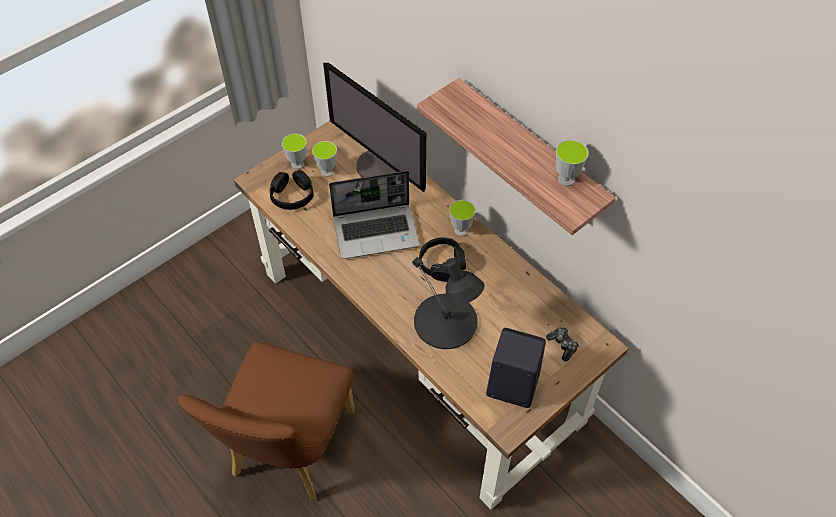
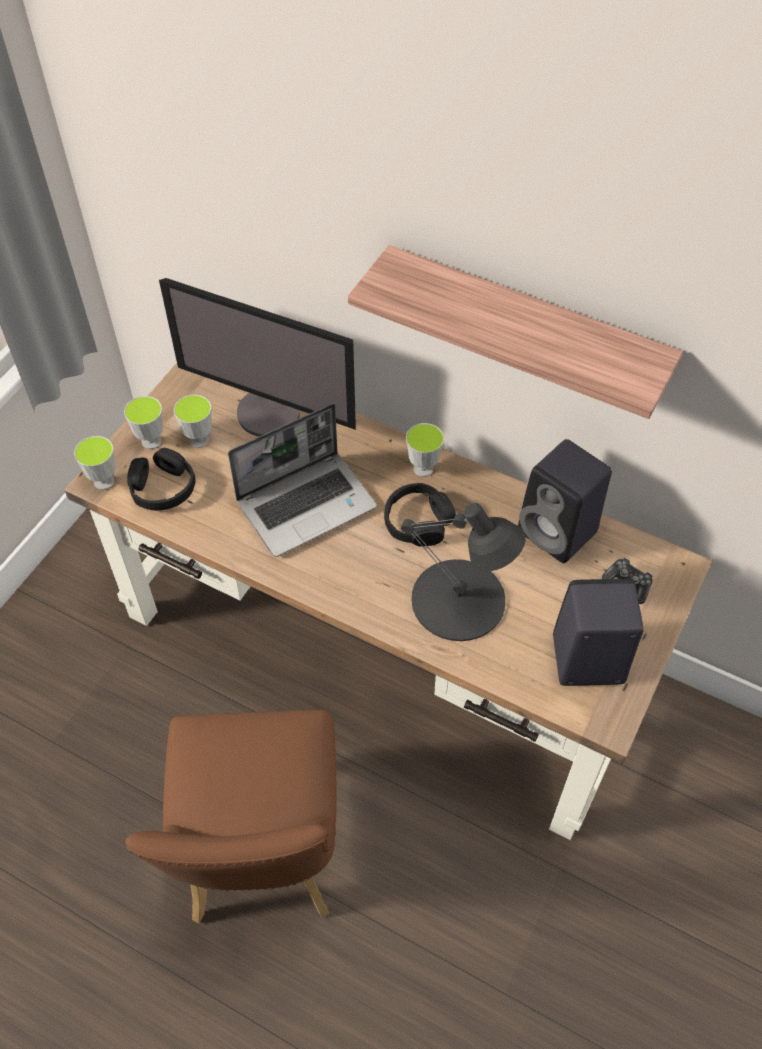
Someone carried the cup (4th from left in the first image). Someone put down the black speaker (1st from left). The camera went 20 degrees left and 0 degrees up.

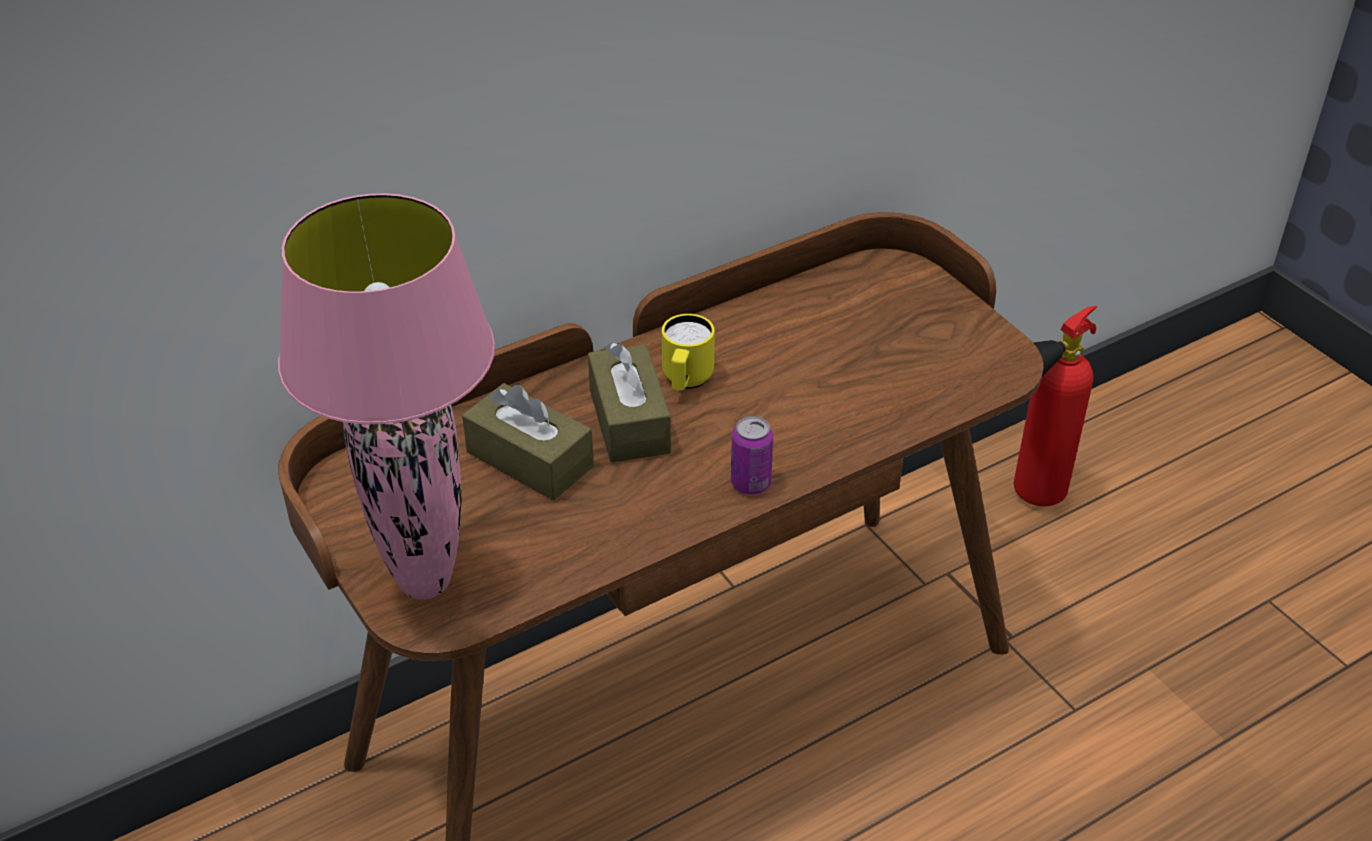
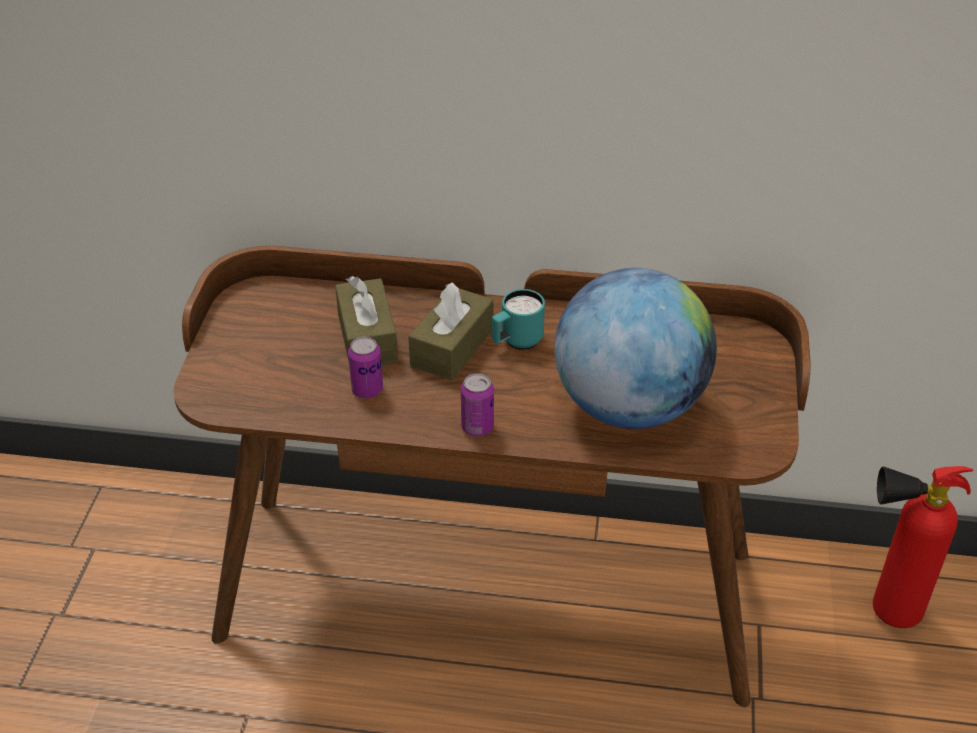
Someone put down the can (1st from left). Someone repainted the yellow mug, which became the turquoise mug. Someone put down the globe. Someone took away the pink table lamp. The camera went 40 degrees right and 0 degrees up.

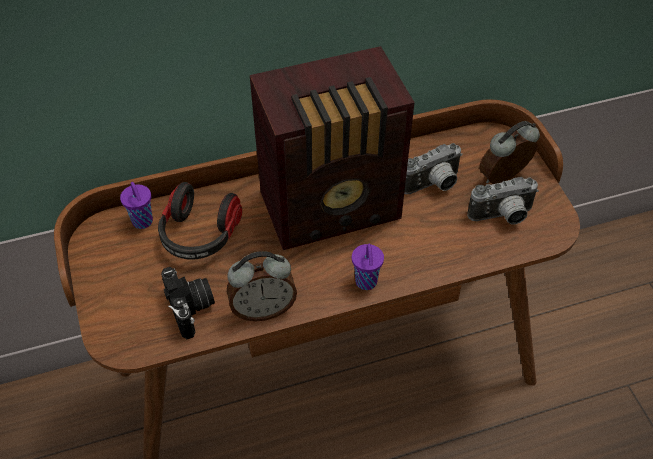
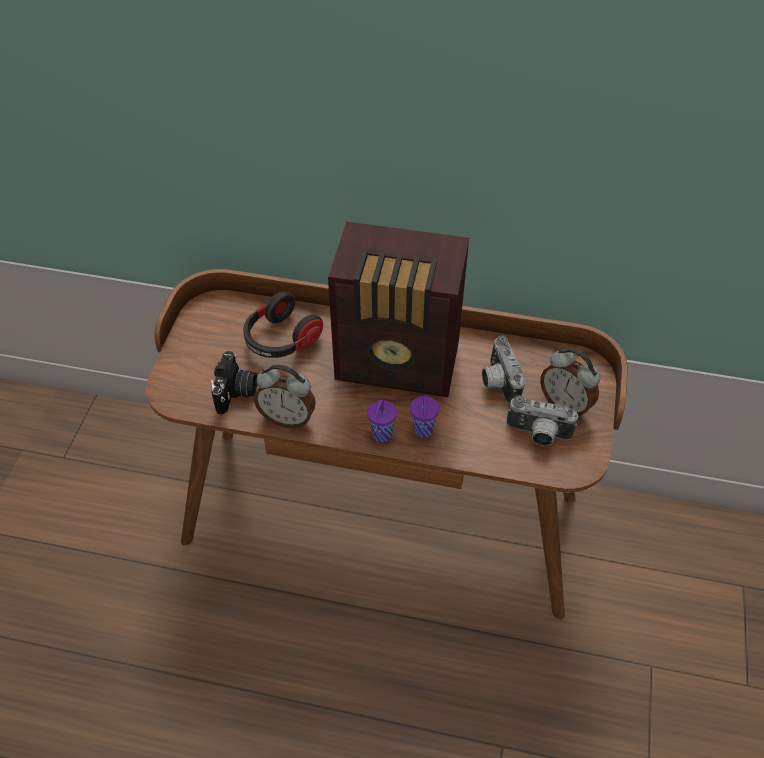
Someone carried the purple cup (1st from left in the first image). Someone rotated the photo camera (2nd from left) by 75 degrees clockwise. Someone rotated the alarm clock (2nd from left) by 135 degrees counterclockwise. The camera went 30 degrees right and 0 degrees up.

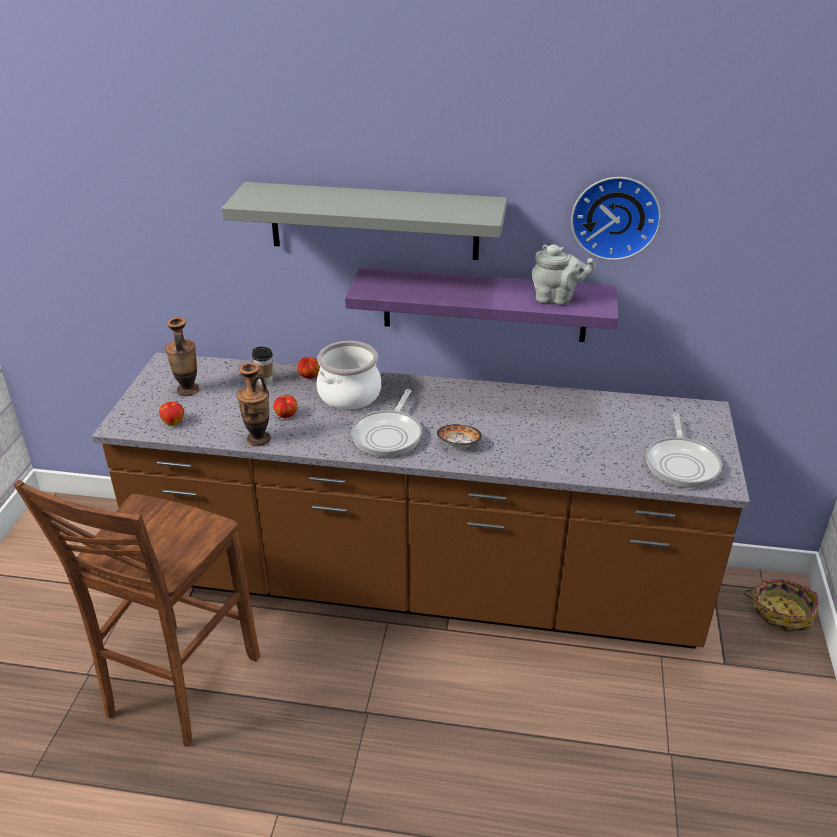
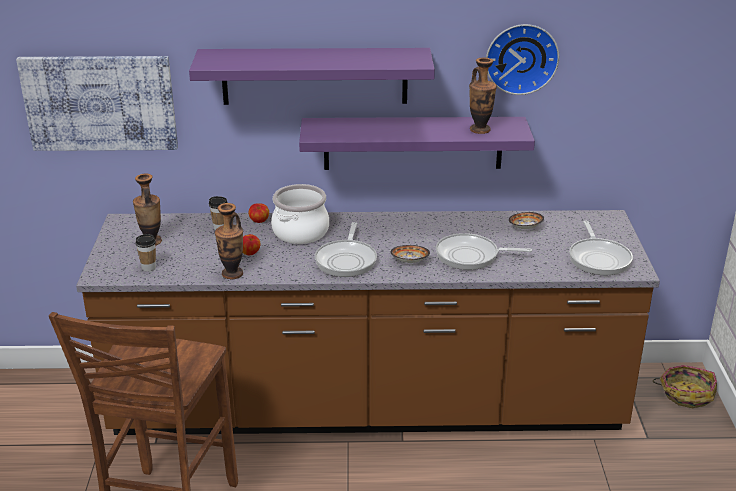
Someone put up the picture. Someone swapped the apple (1st from left) for the cup (1st from left). Someone repainted the grey shelf, which became the purple shelf (1st from left). Someone put down the frying pan (2nd from left). Someone swapped the grey teapot for the vase (3rd from left). Someone put down the bowl (2nd from left). The camera went 10 degrees left and 5 degrees down.

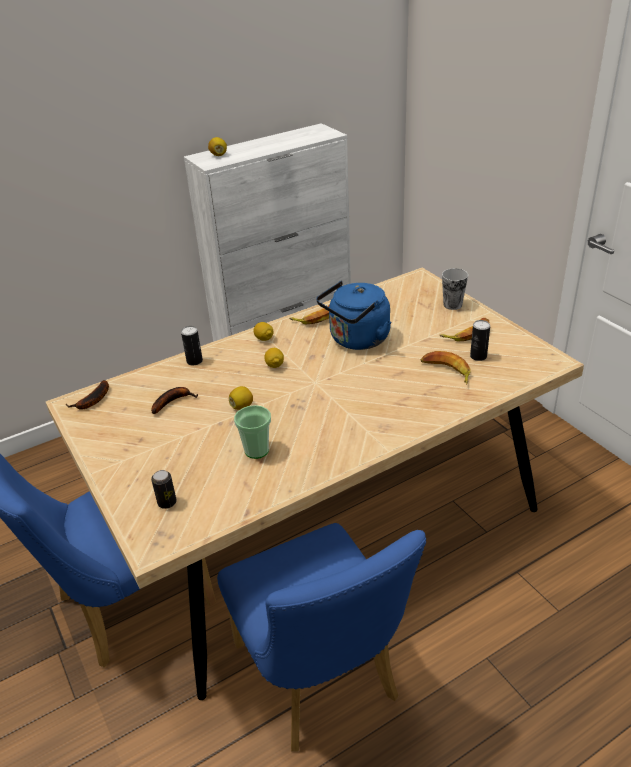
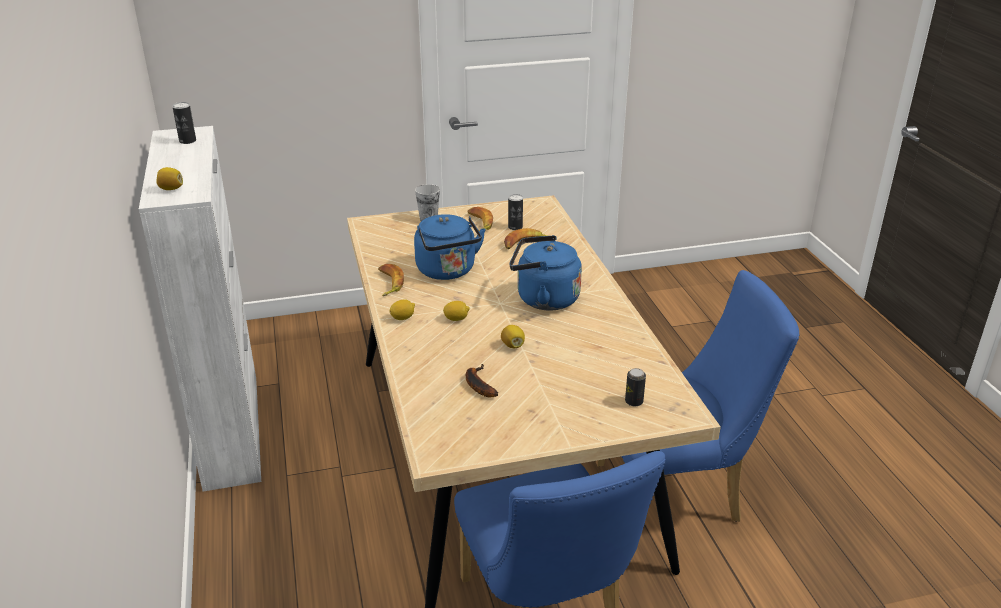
Someone carried the can (2nd from left in the first image). Someone put down the blue kettle (2nd from left). Someone took away the banana (1st from left). Someone took away the cup (1st from left). The camera went 75 degrees left and 5 degrees down.

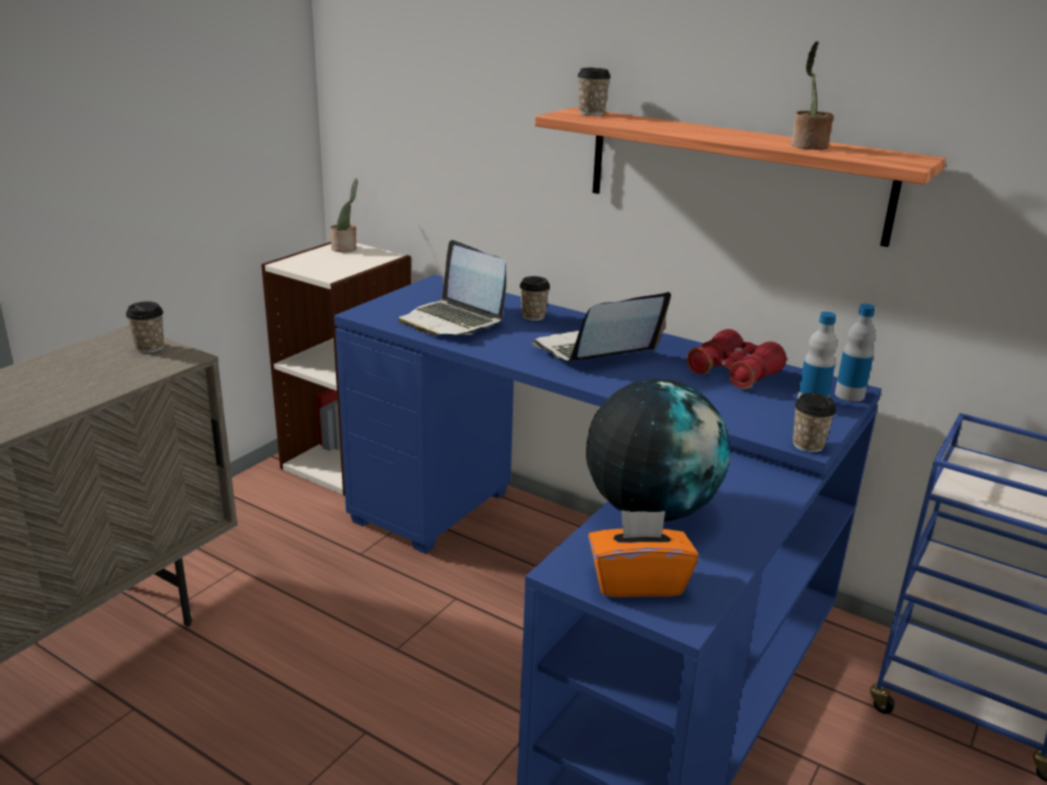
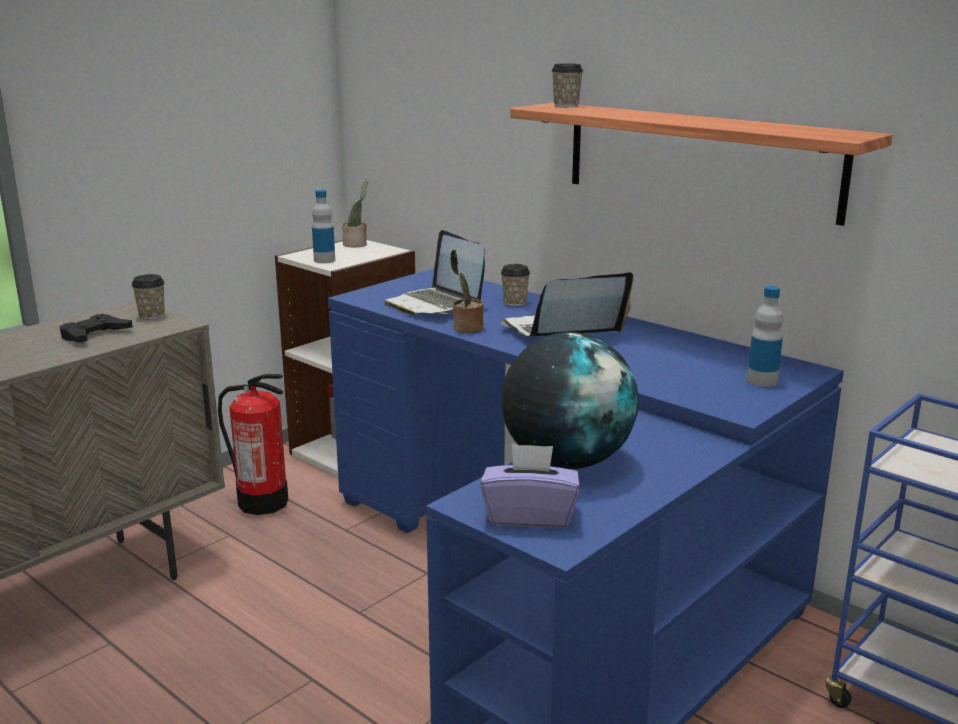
Someone put down the black game controller. Someone put down the fire extinguisher. Someone carried the bottle (2nd from left in the first image). Someone carried the potted plant (2nd from left). Someone repainted the orange tissue box, which became the purple tissue box. Someone took away the red binoculars. Someone took away the cup (4th from left). The camera went 10 degrees right and 5 degrees down.

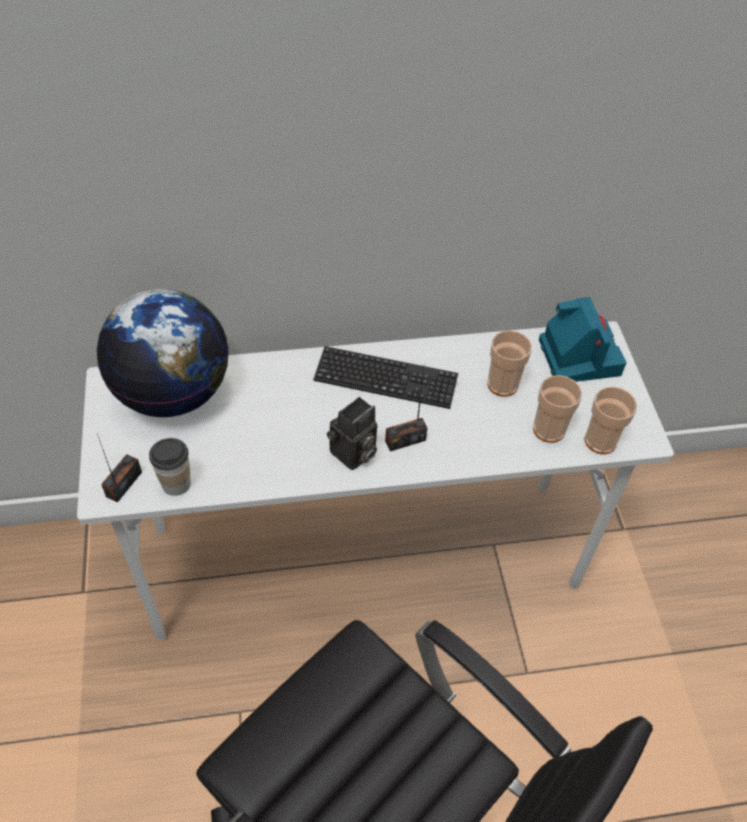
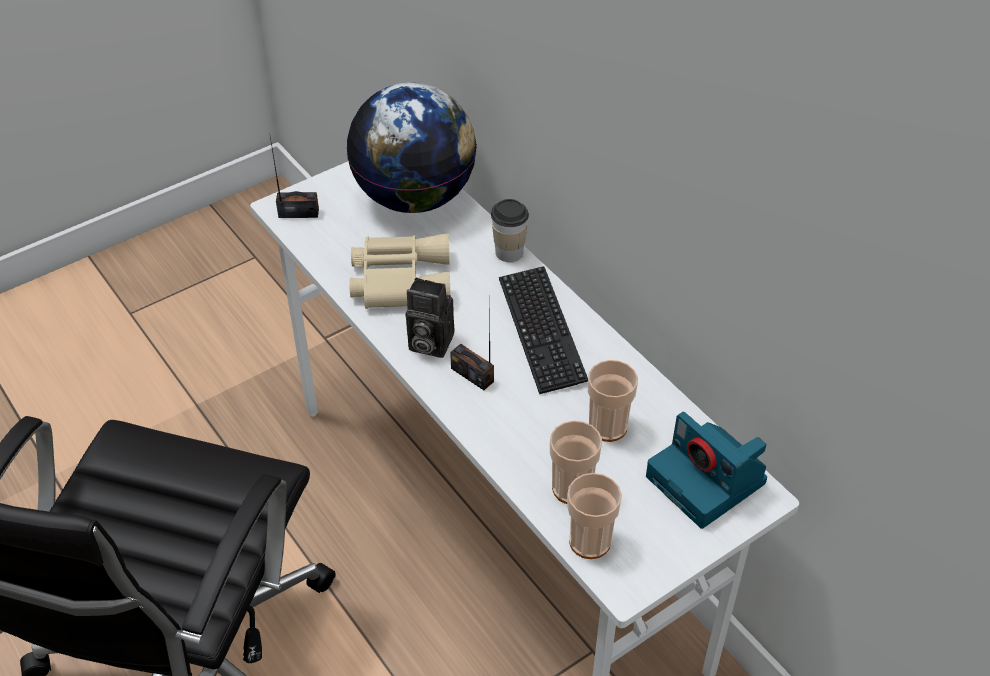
Someone put down the beige binoculars. Someone carried the cup (1st from left). Someone rotated the photo camera (2nd from left) by 90 degrees clockwise. The camera went 65 degrees right and 5 degrees down.

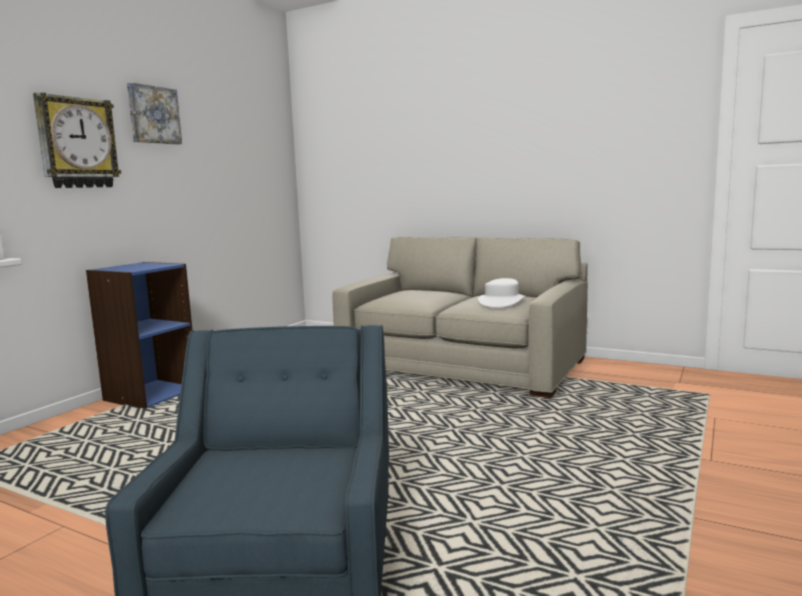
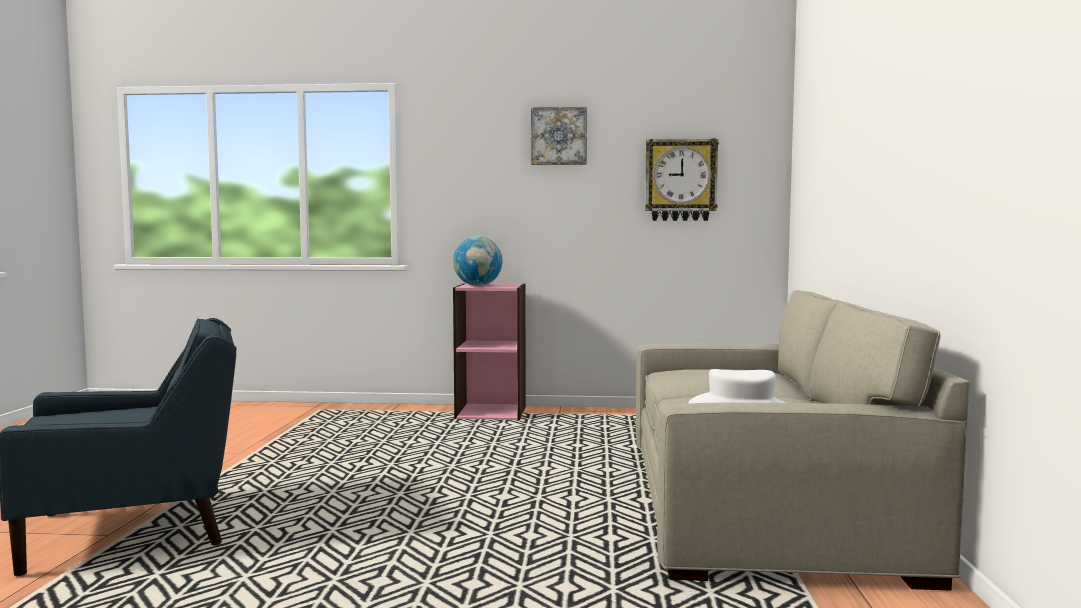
Someone put down the globe. Someone repainted the blue bookcase, which became the pink bookcase. Someone carried the wall clock. The camera went 65 degrees right and 5 degrees down.

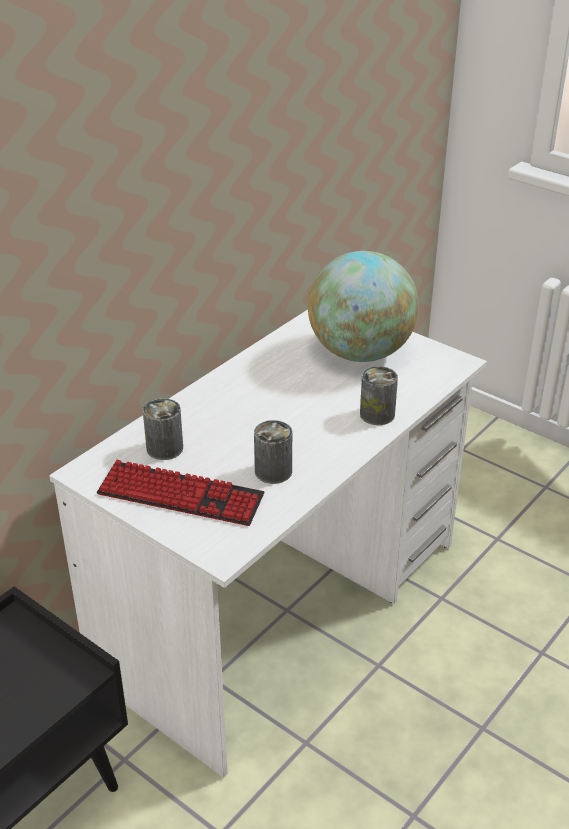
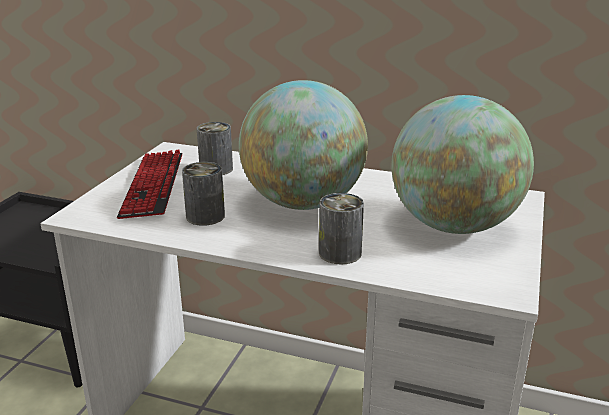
Someone put down the globe (1st from left). The camera went 70 degrees right and 10 degrees down.

